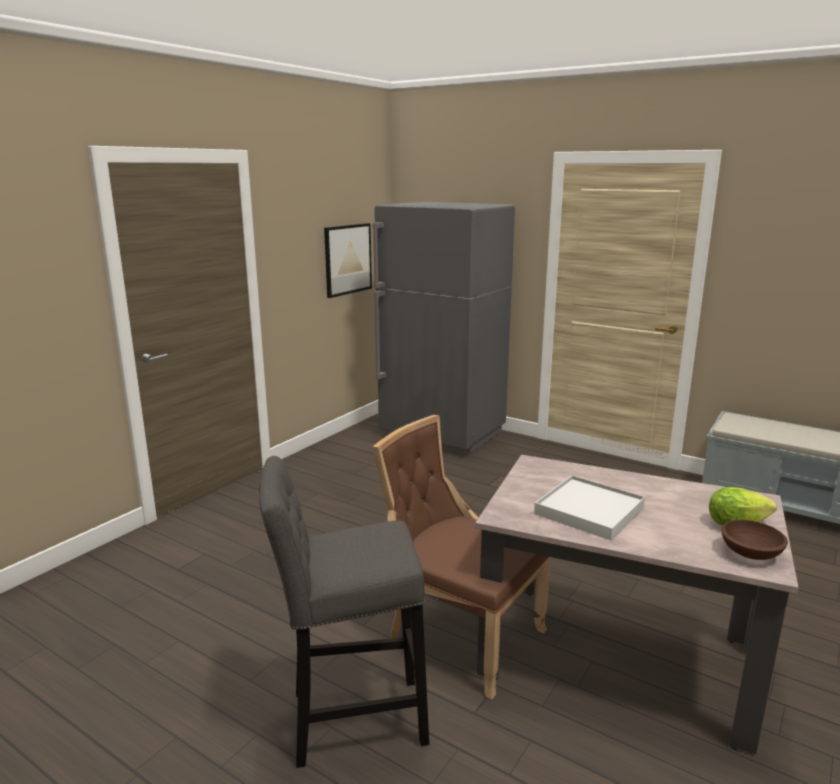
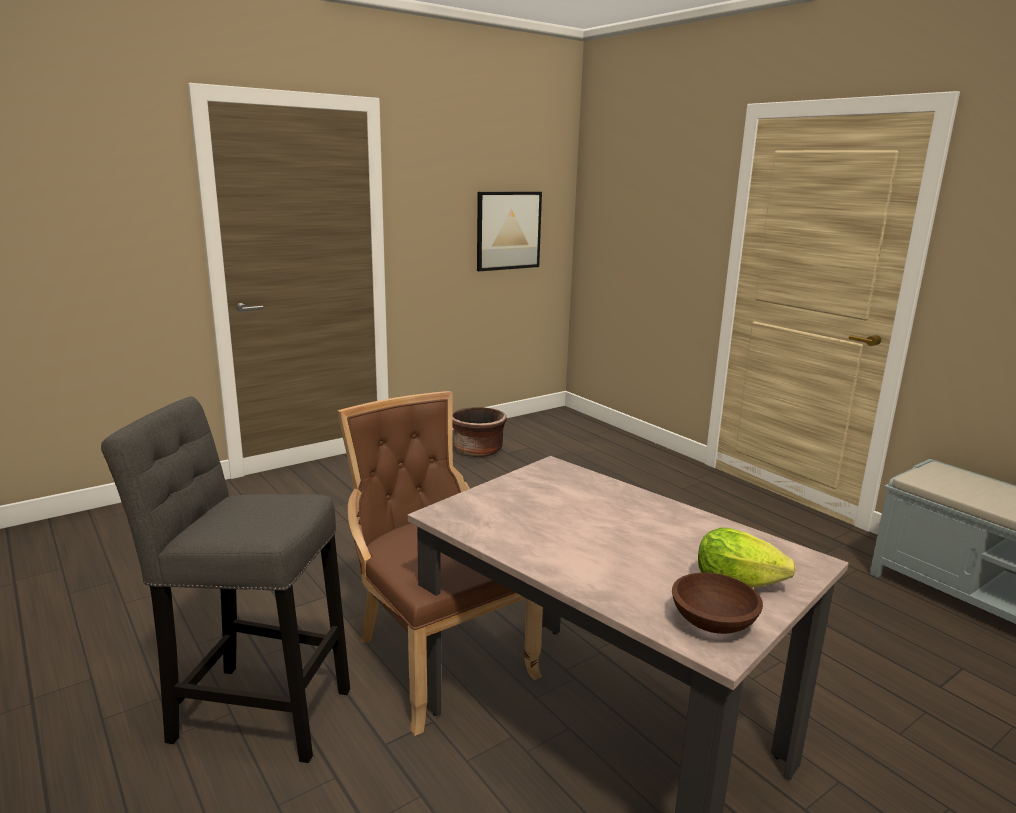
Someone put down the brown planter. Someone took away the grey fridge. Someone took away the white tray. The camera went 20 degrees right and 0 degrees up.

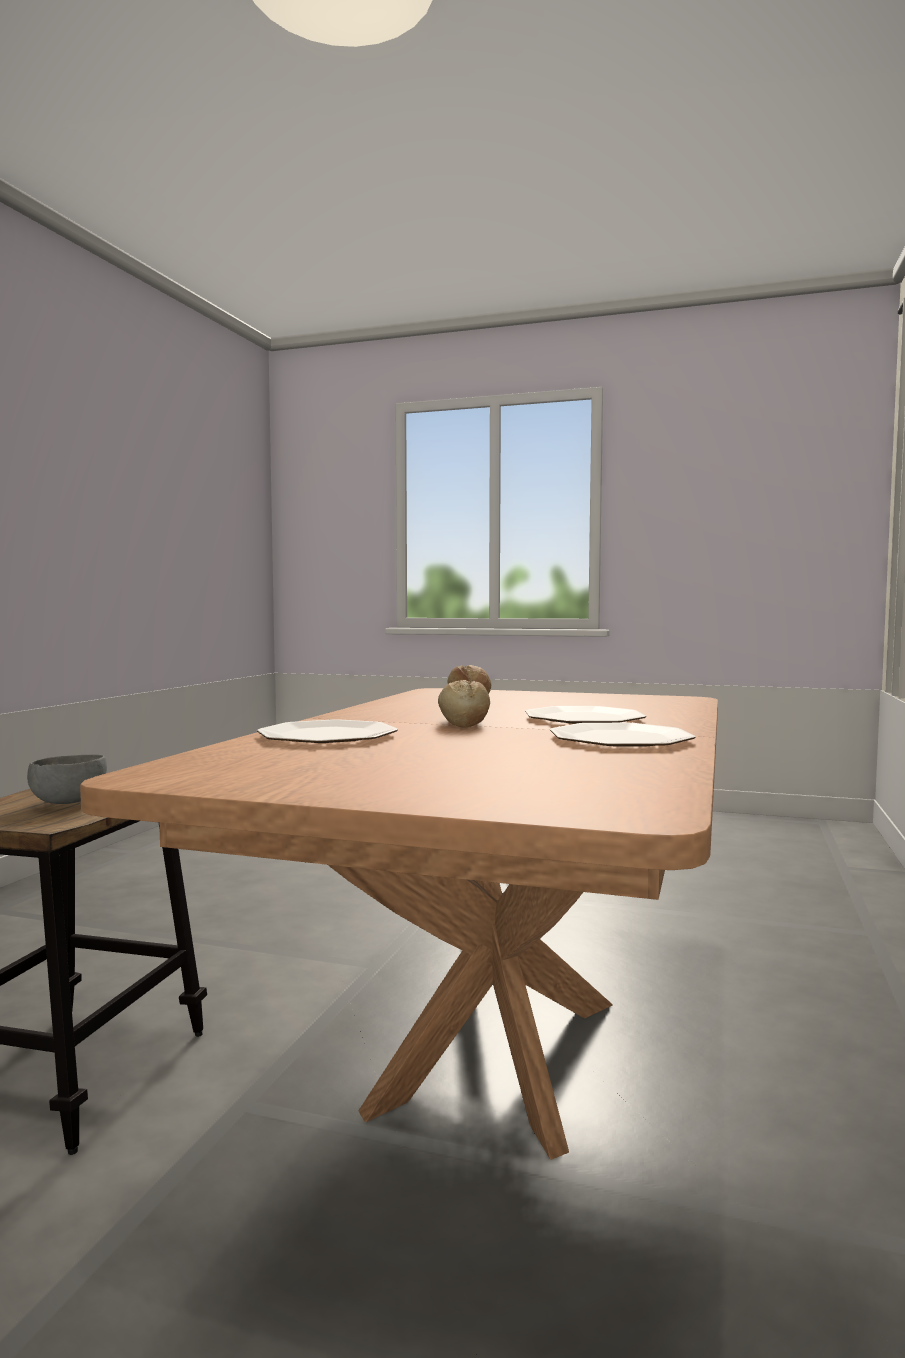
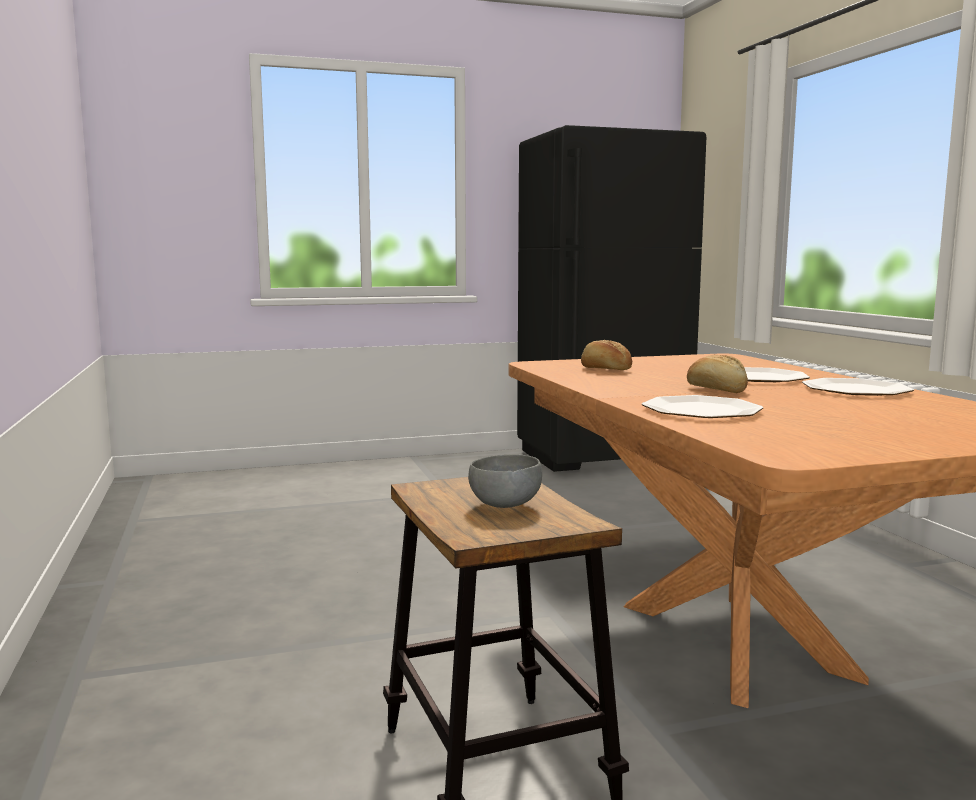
Someone put down the black fridge. The camera went 35 degrees left and 5 degrees up.

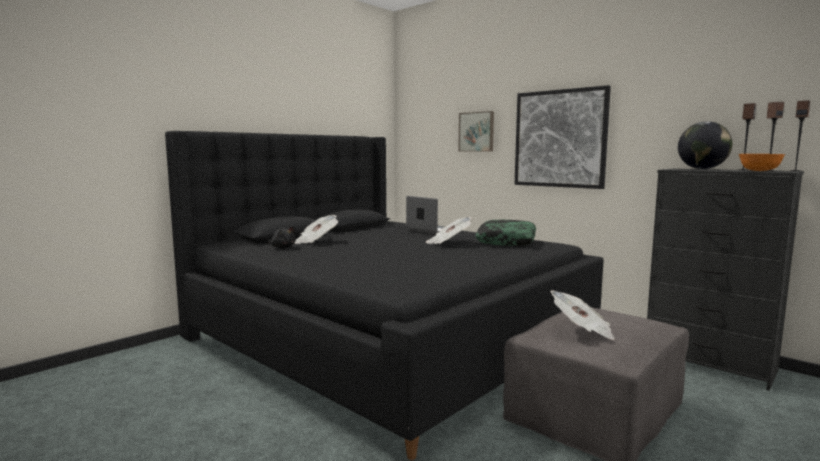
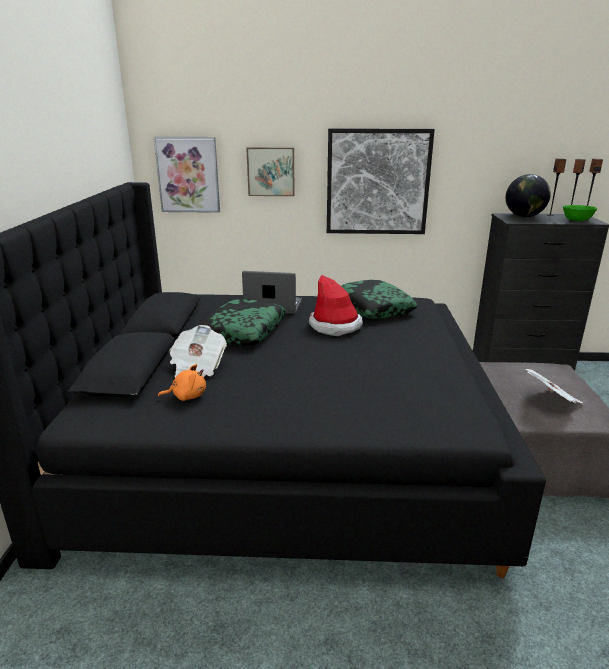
Someone put up the picture (1st from left). Someone repainted the black plush toy, which became the orange plush toy. Someone put down the pillow (1st from left). Someone swapped the newspaper (2nd from left) for the hat. Someone repainted the orange bowl, which became the green bowl. The camera went 40 degrees left and 15 degrees up.

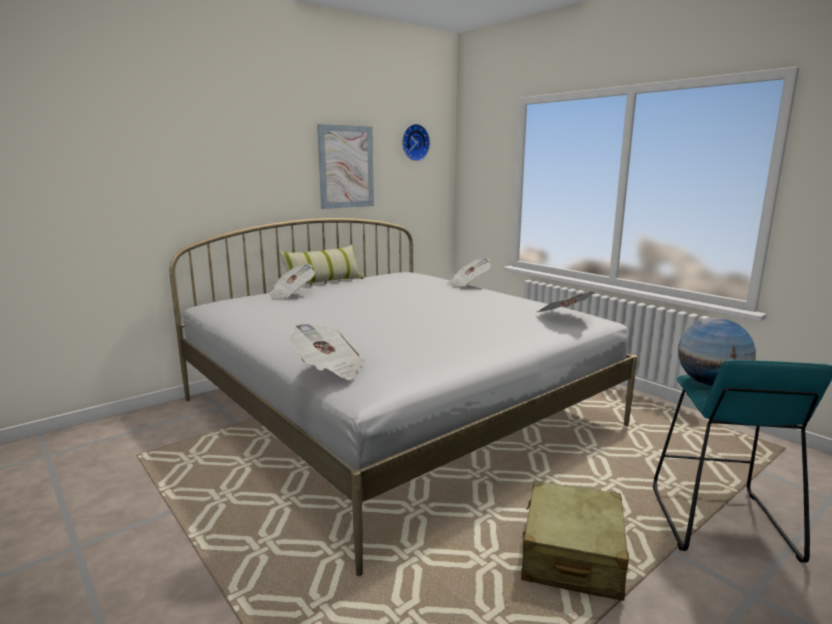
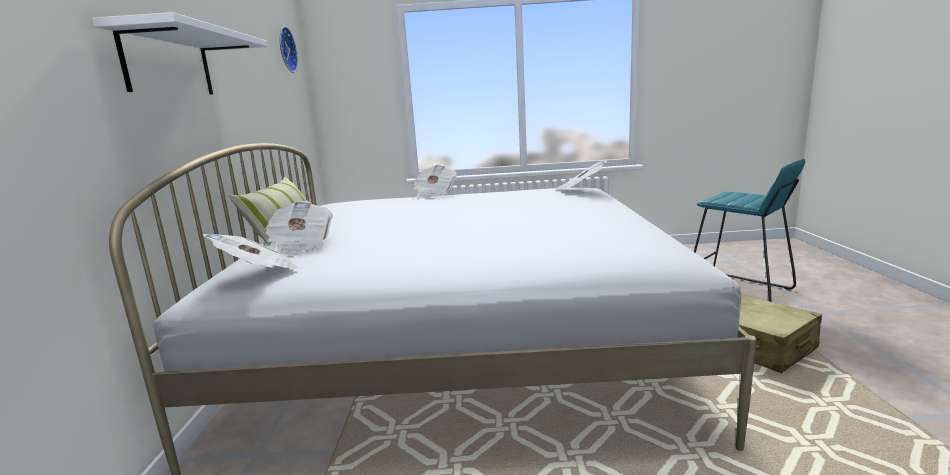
Someone put up the white shelf. Someone carried the newspaper (2nd from left in the first image). Someone took away the picture. Someone took away the globe. The camera went 50 degrees left and 0 degrees up.

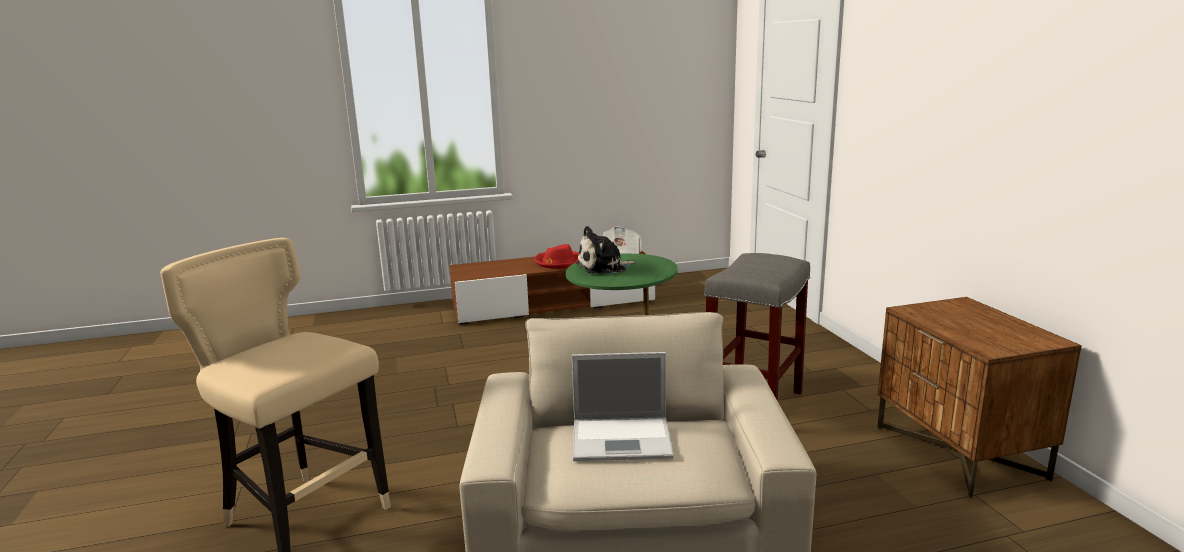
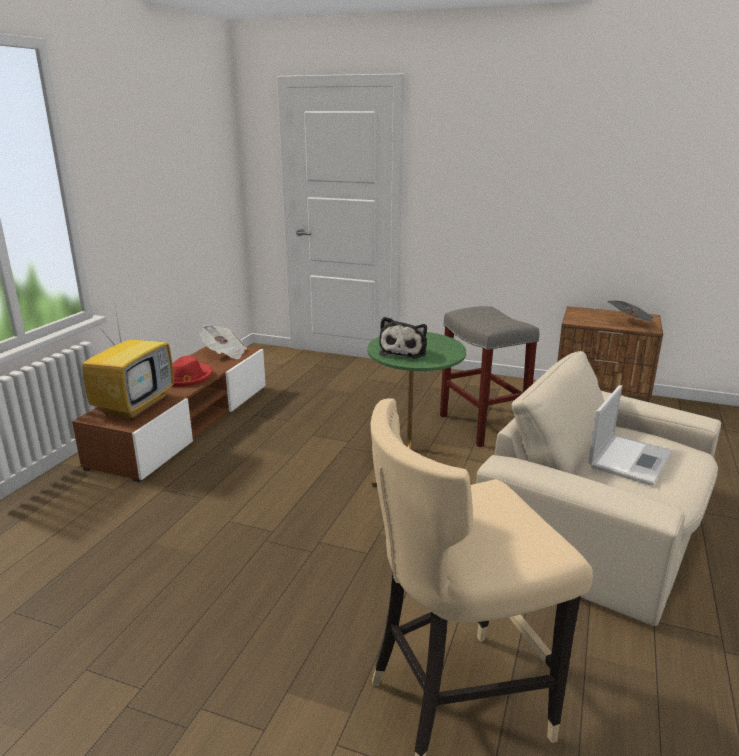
Someone put down the television. Someone put down the newspaper (2nd from left). The camera went 55 degrees left and 5 degrees up.

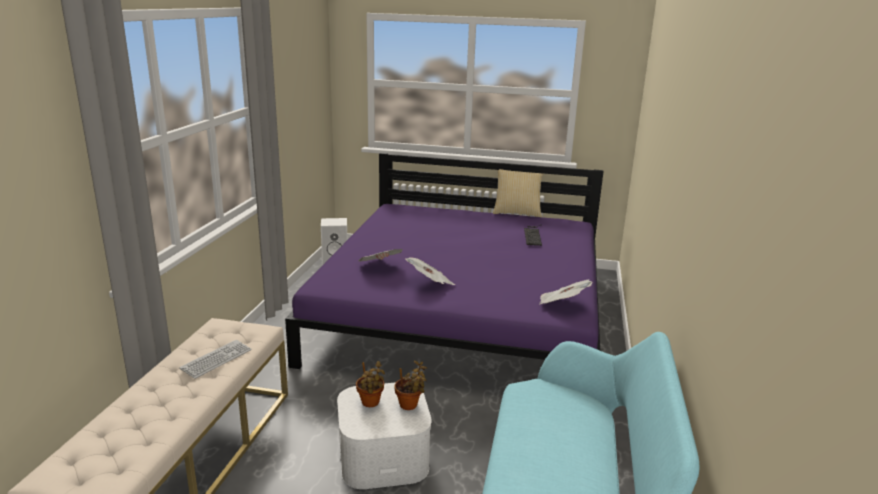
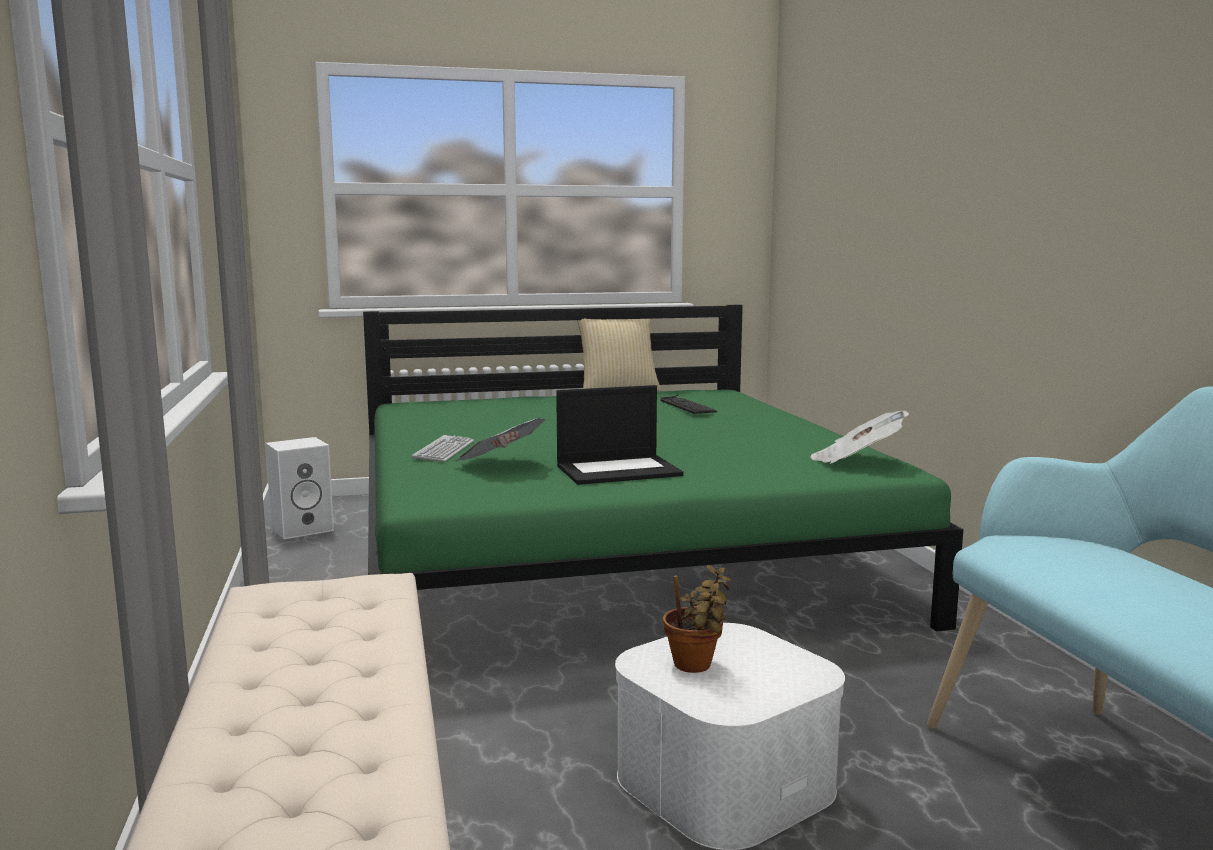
Someone repainted the purple bed, which became the green bed. Someone carried the keyboard (1st from left). Someone swapped the newspaper (2nd from left) for the laptop. Someone took away the potted plant (2nd from left). The camera went 25 degrees left and 10 degrees down.

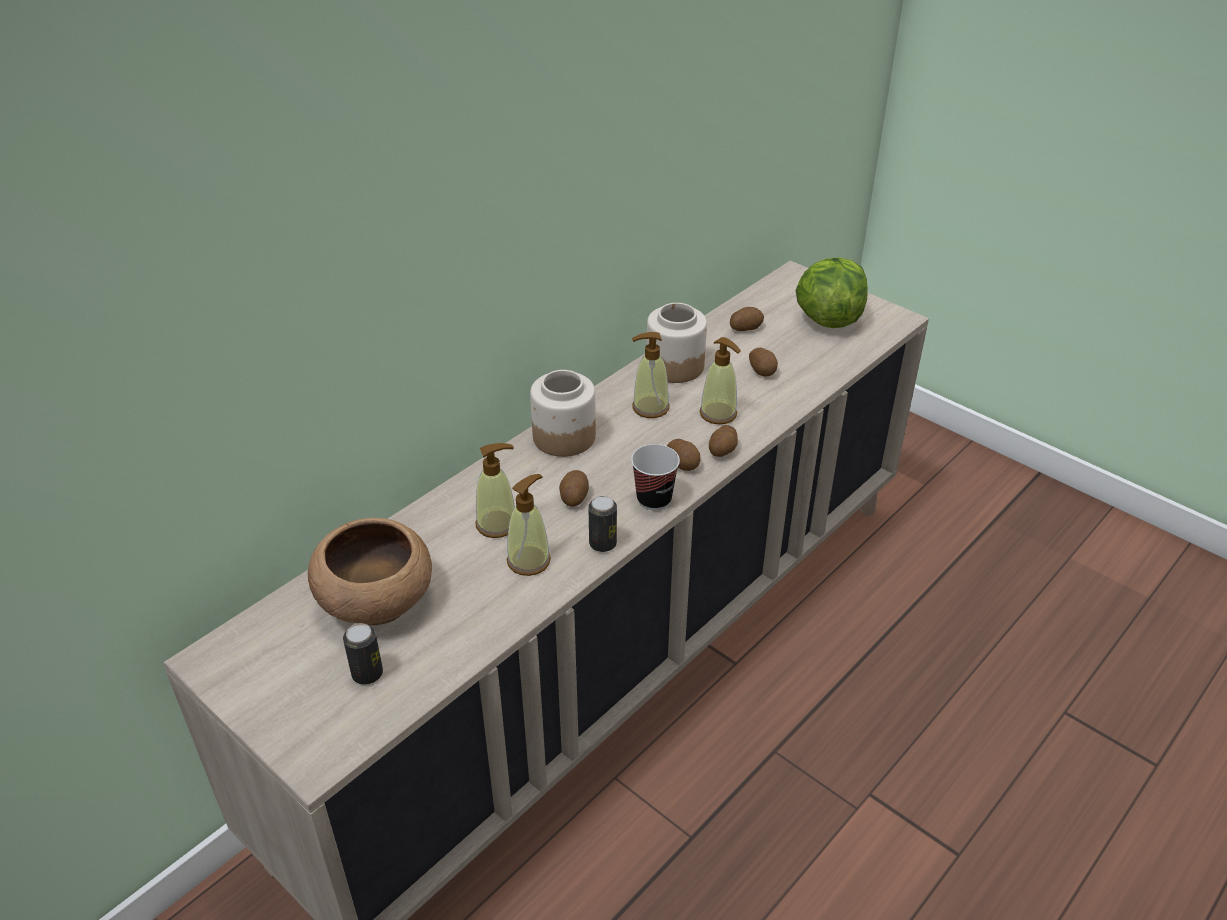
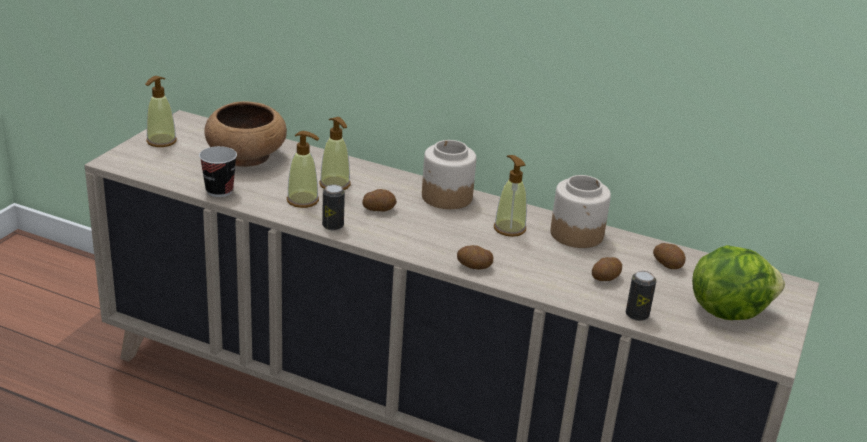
Someone carried the soap dispenser (4th from left in the first image). Someone carried the cup. Someone carried the can (1st from left in the first image). Someone took away the potato (2nd from left). The camera went 70 degrees right and 10 degrees down.

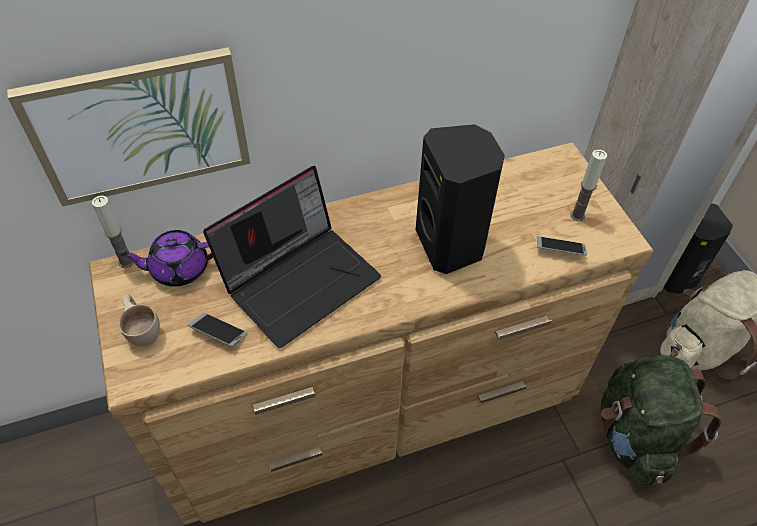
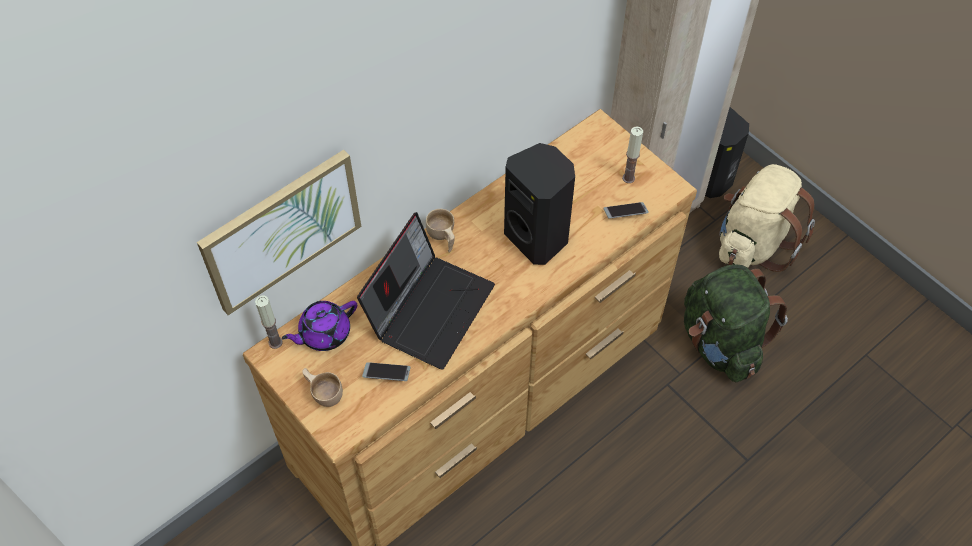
Someone put down the beige cup (2nd from left). The camera went 20 degrees left and 5 degrees up.

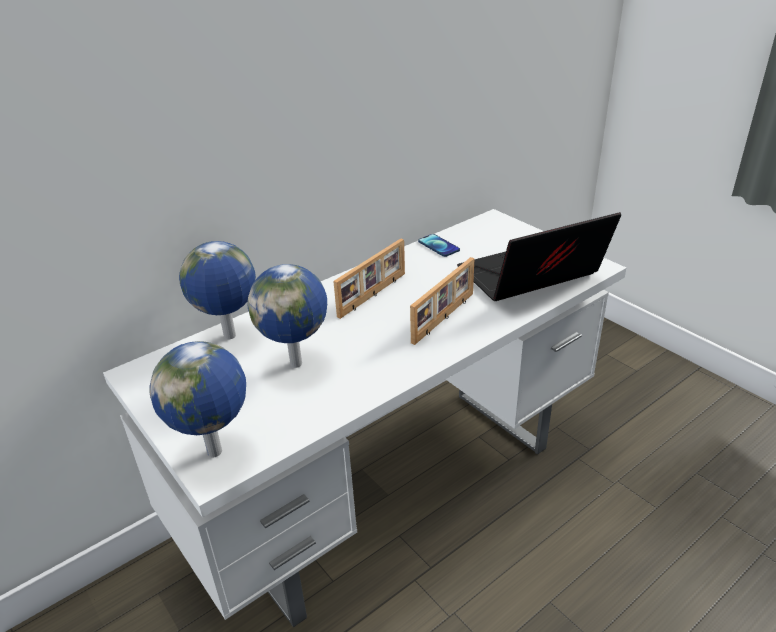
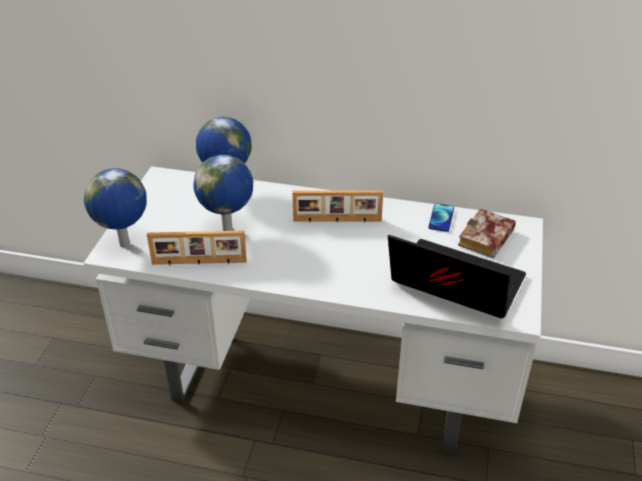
Someone carried the picture frame (2nd from left in the first image). Someone put down the book. The camera went 50 degrees right and 5 degrees up.

